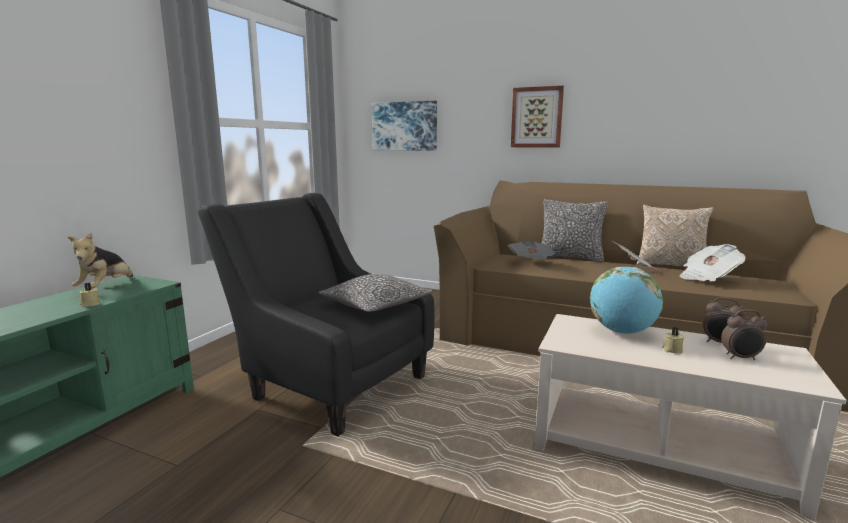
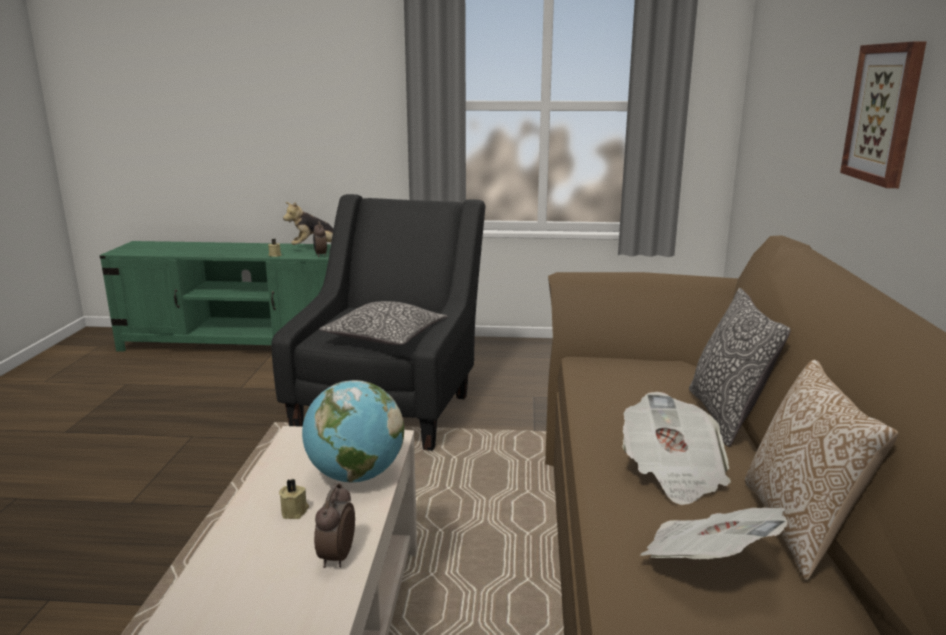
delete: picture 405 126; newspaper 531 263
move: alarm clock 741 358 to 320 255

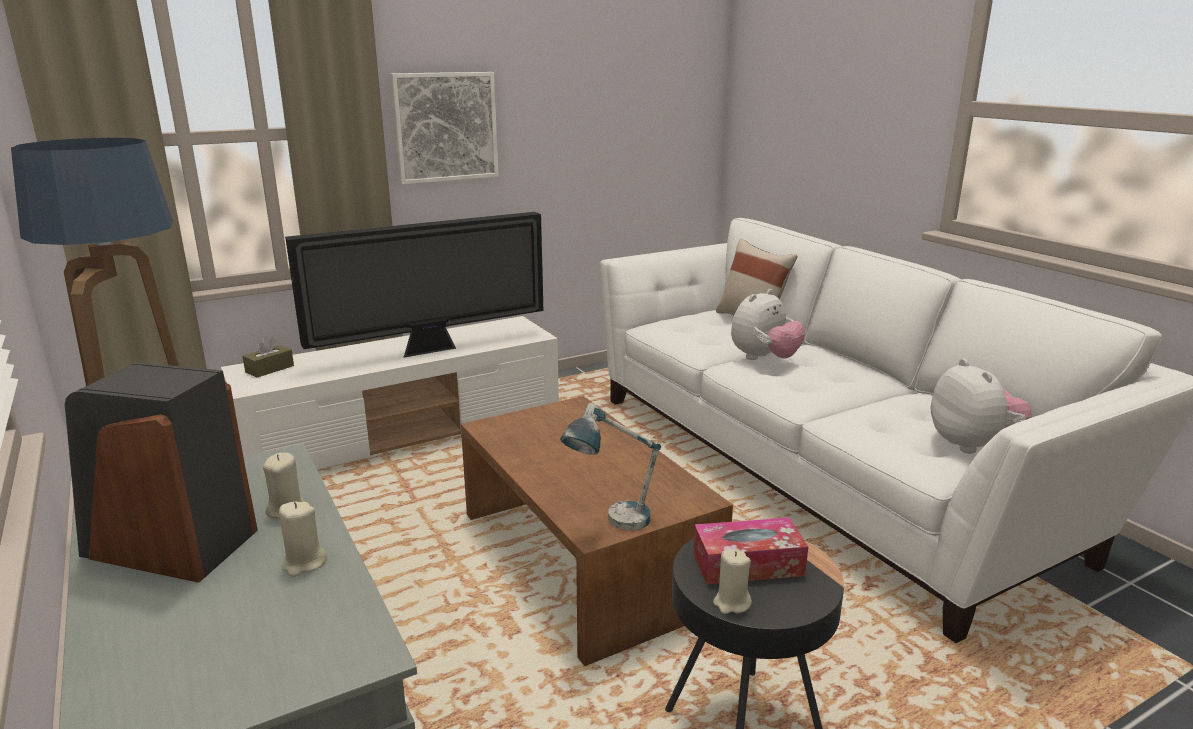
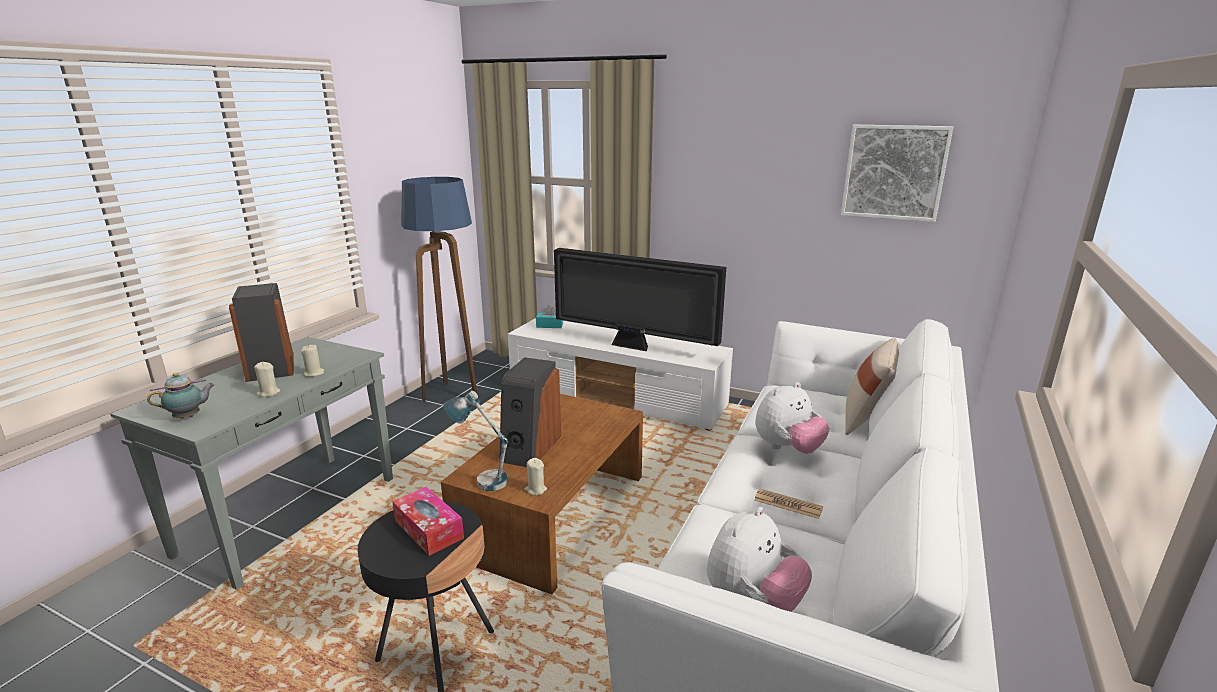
insert: teapot 189 417; speaker 530 447; newspaper 788 504
move: picture 445 127 to 894 172; beige candle 731 603 to 535 489
recolor: brown tissue box 269 369 to turquoise tissue box 549 325
rotate: plush toy 764 359 = 787 448 45 degrees counterclockwise

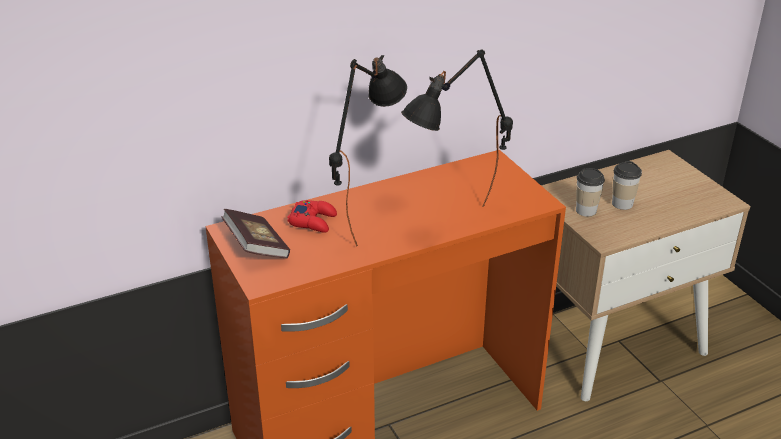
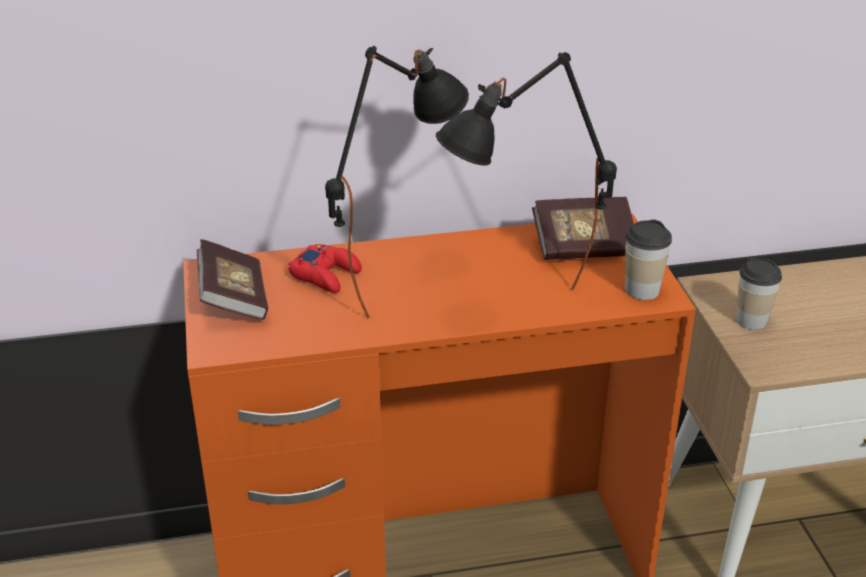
insert: book 584 247
move: cup 622 204 to 642 290

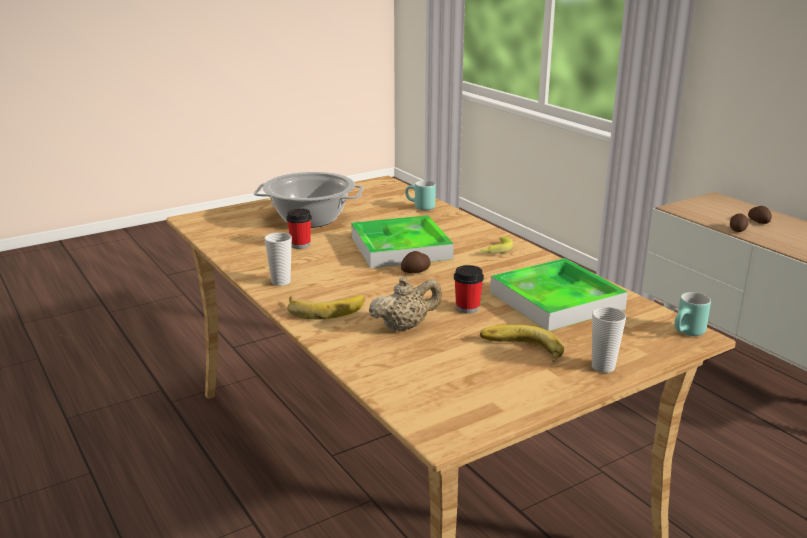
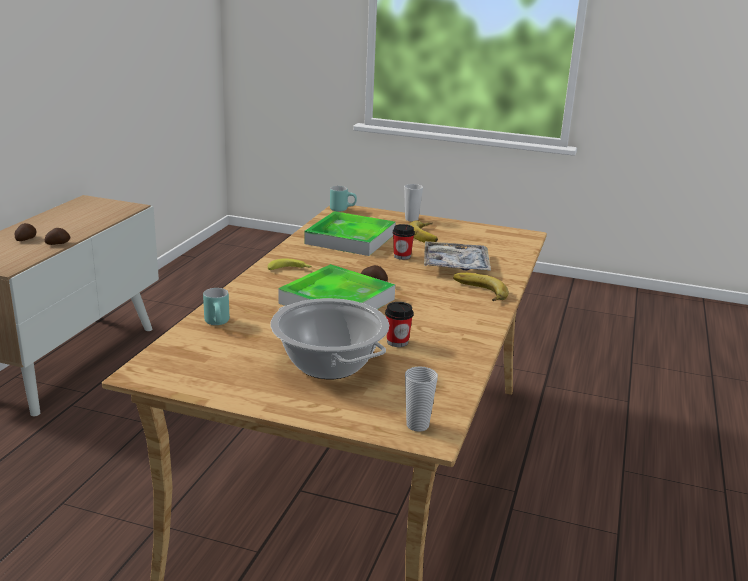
move: cup 281 282 to 417 425
replace: beige teapot 405 327 to tray 455 265

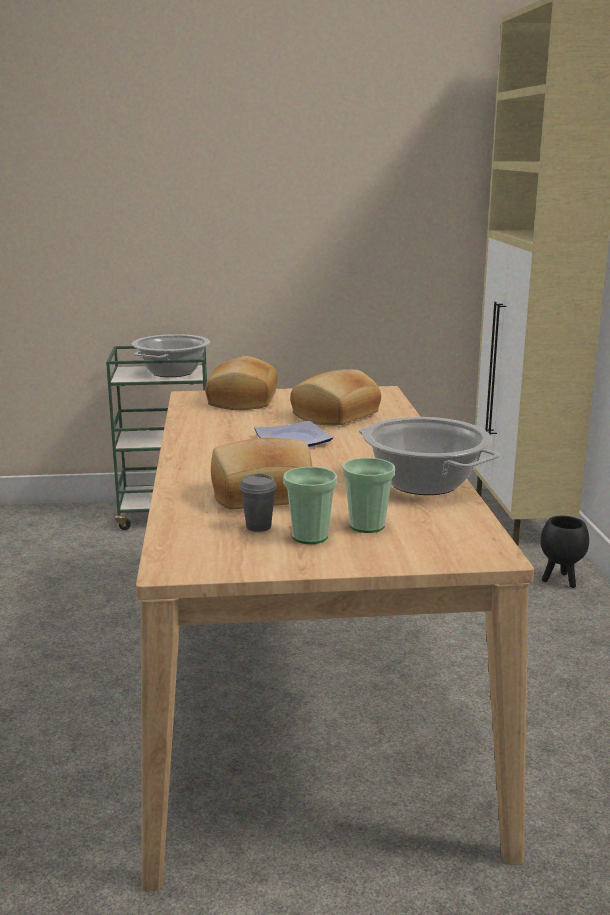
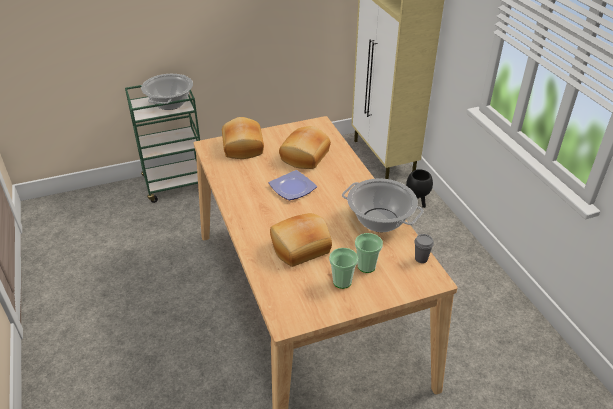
move: grey cup 258 526 to 421 258

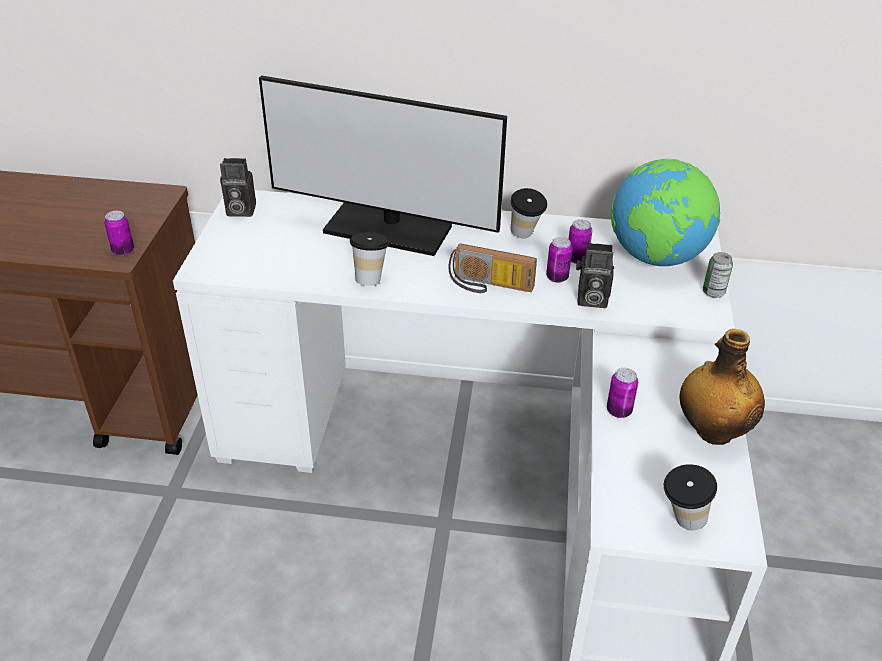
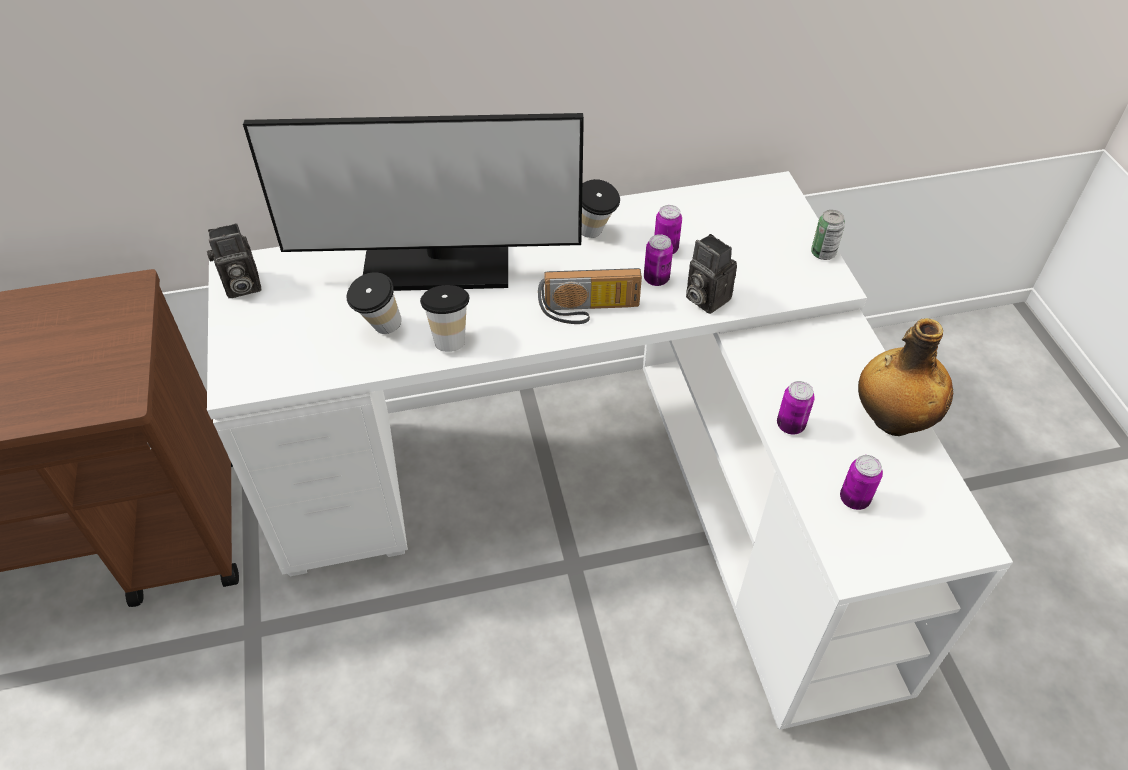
delete: globe 656 258
move: can 123 251 to 854 499; cup 681 522 to 379 329
rotate: photo camera 590 299 = 704 298 60 degrees clockwise

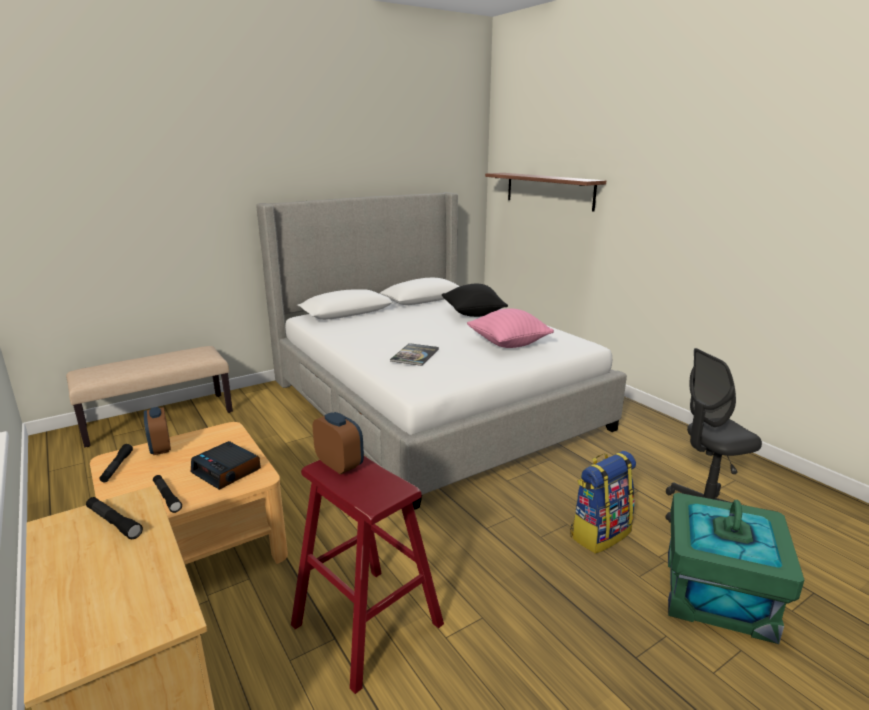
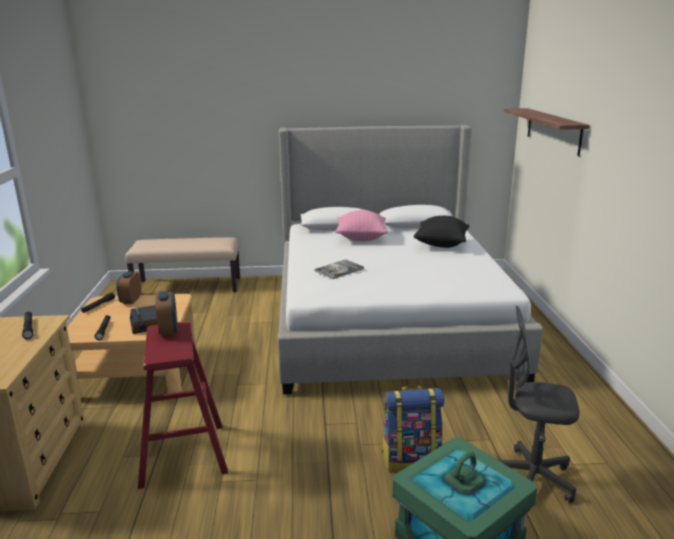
move: pink pillow 508 344 to 361 238

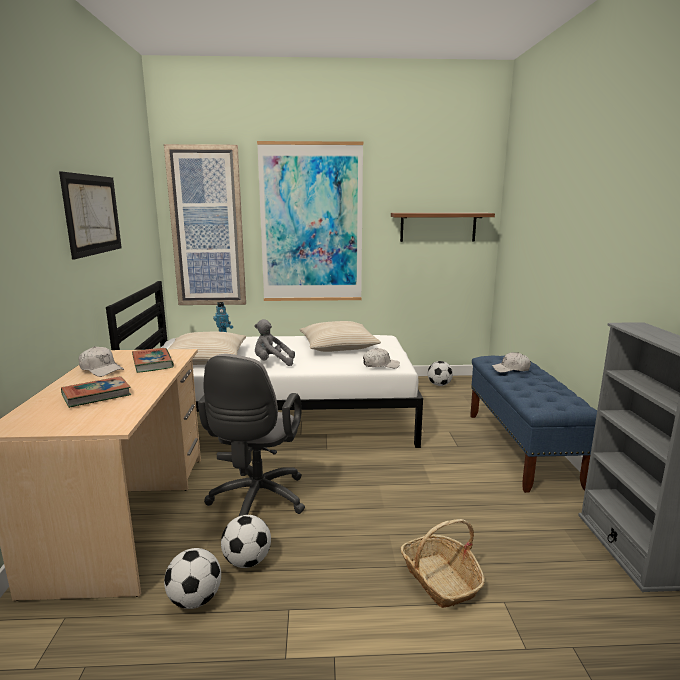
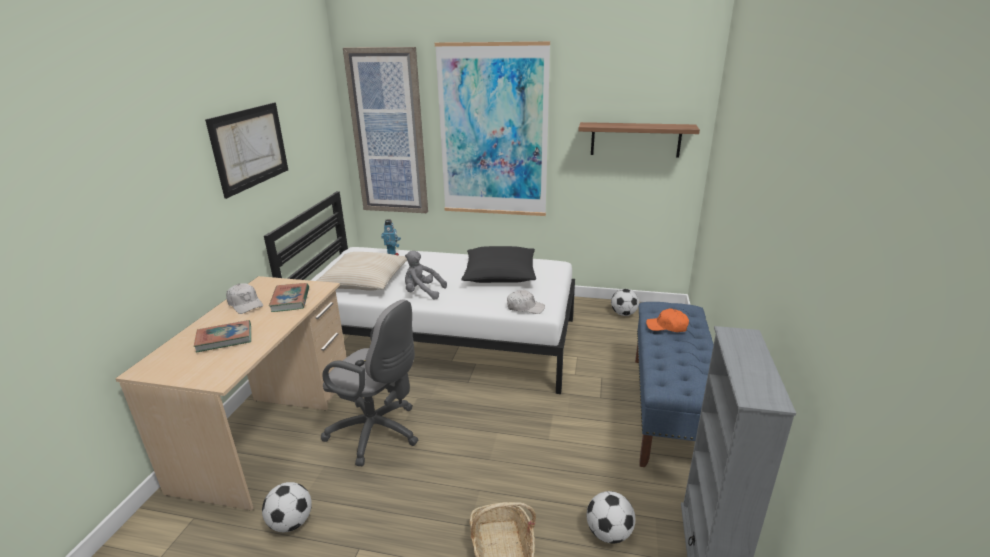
move: football 247 561 to 608 533
recolor: beige pillow 338 346 to black pillow 500 274; white cap 511 369 to orange cap 667 327
rotate: grey office chair 256 502 = 378 433 90 degrees counterclockwise

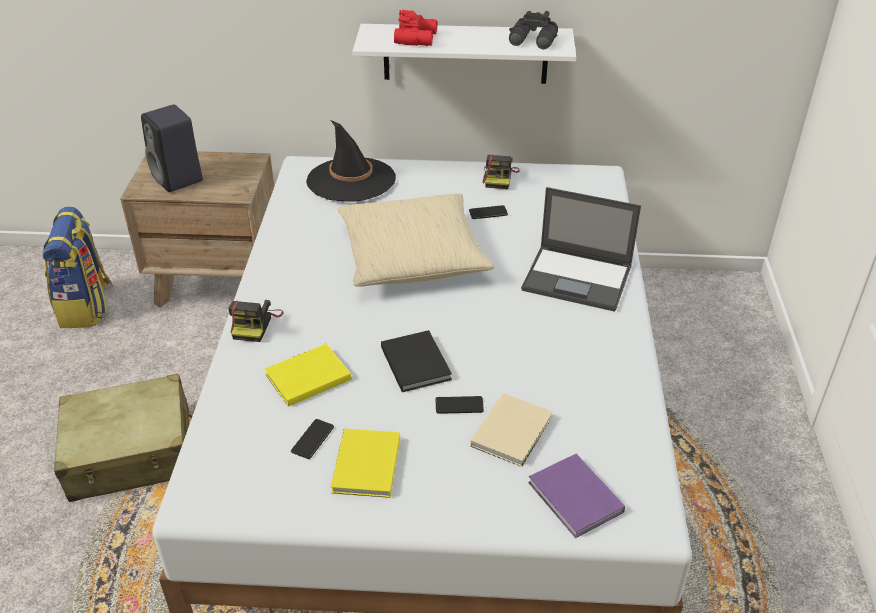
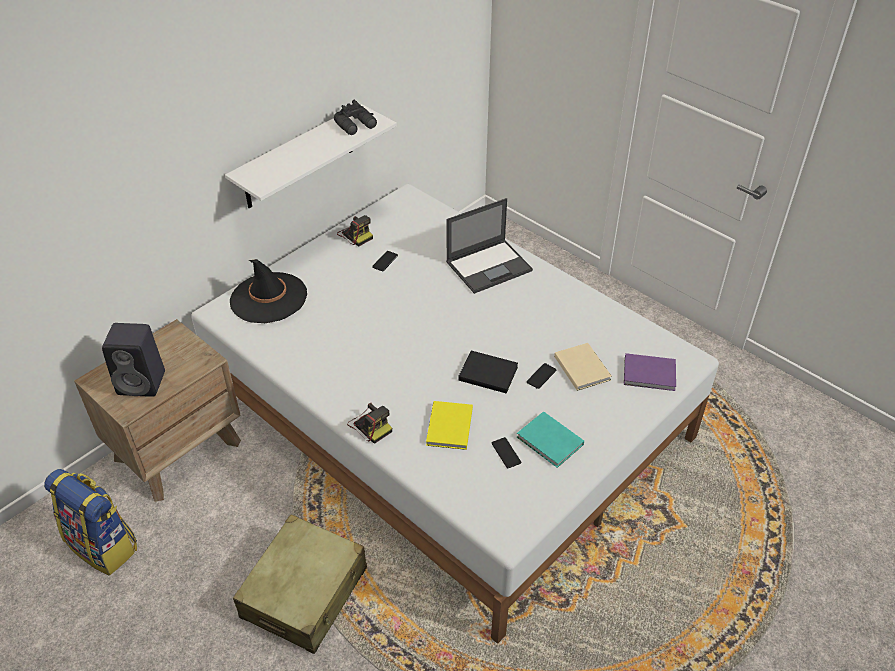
delete: beige pillow 412 256; red binoculars 417 38
recolor: yellow book 365 467 to turquoise book 550 442

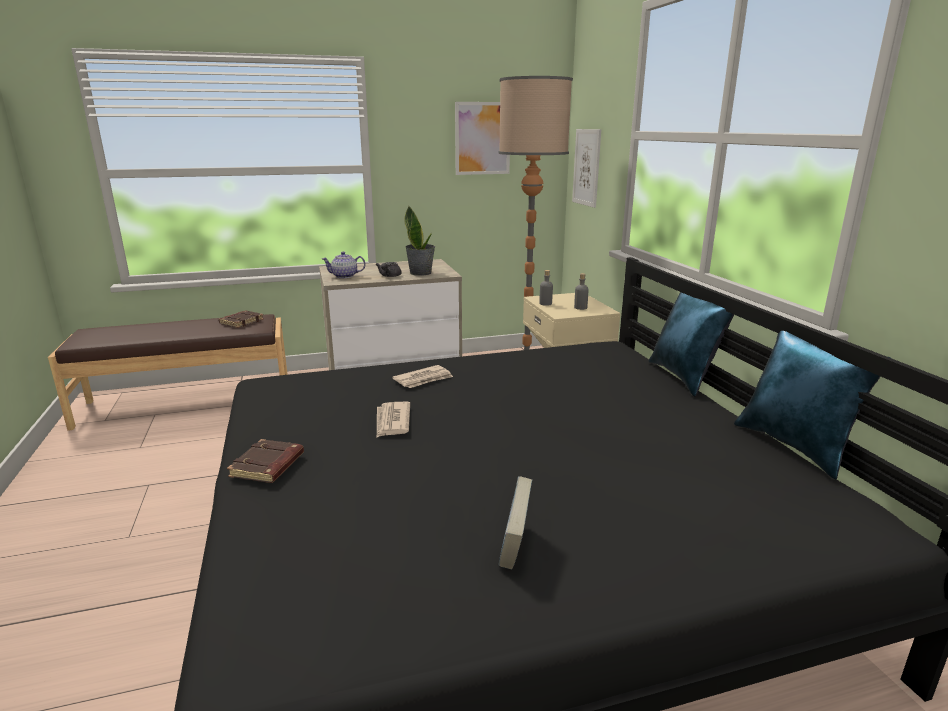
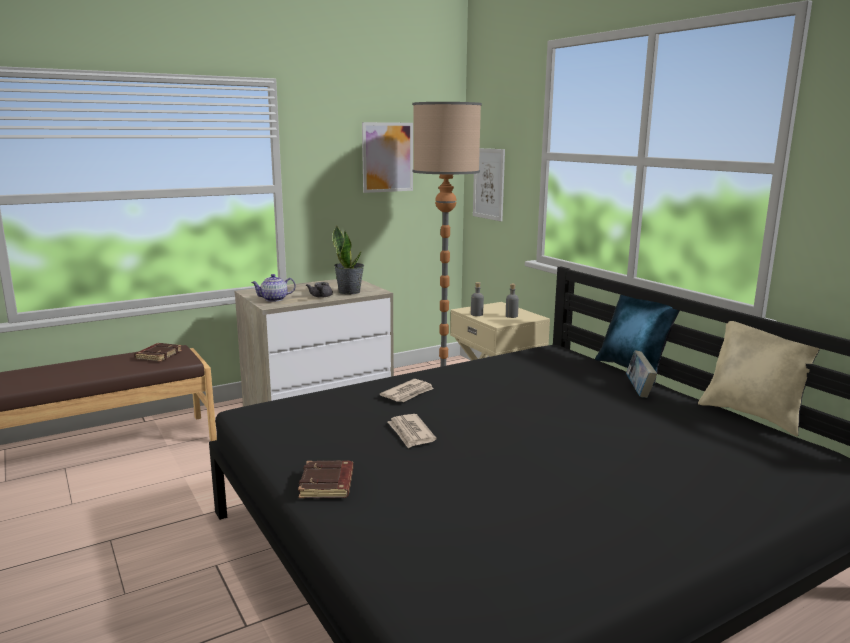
move: book 514 547 to 639 390
recolor: blue pillow 795 446 to beige pillow 753 416

